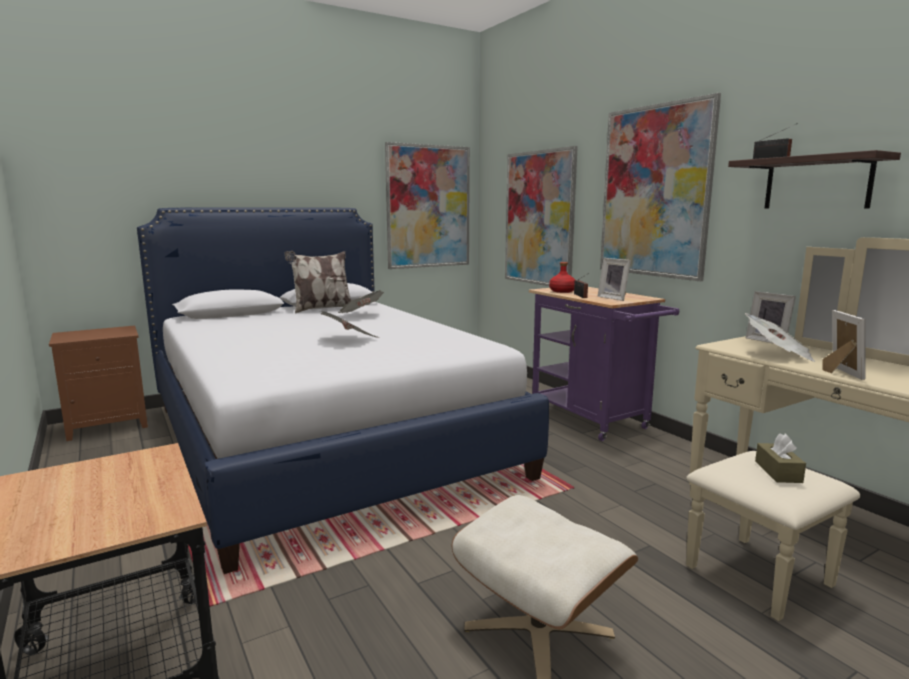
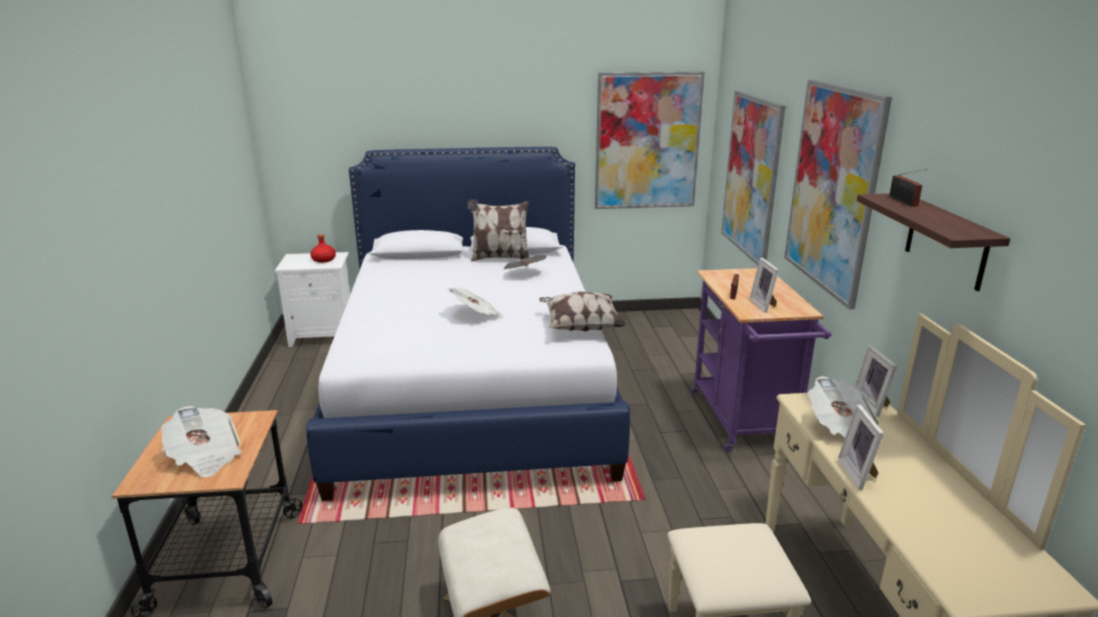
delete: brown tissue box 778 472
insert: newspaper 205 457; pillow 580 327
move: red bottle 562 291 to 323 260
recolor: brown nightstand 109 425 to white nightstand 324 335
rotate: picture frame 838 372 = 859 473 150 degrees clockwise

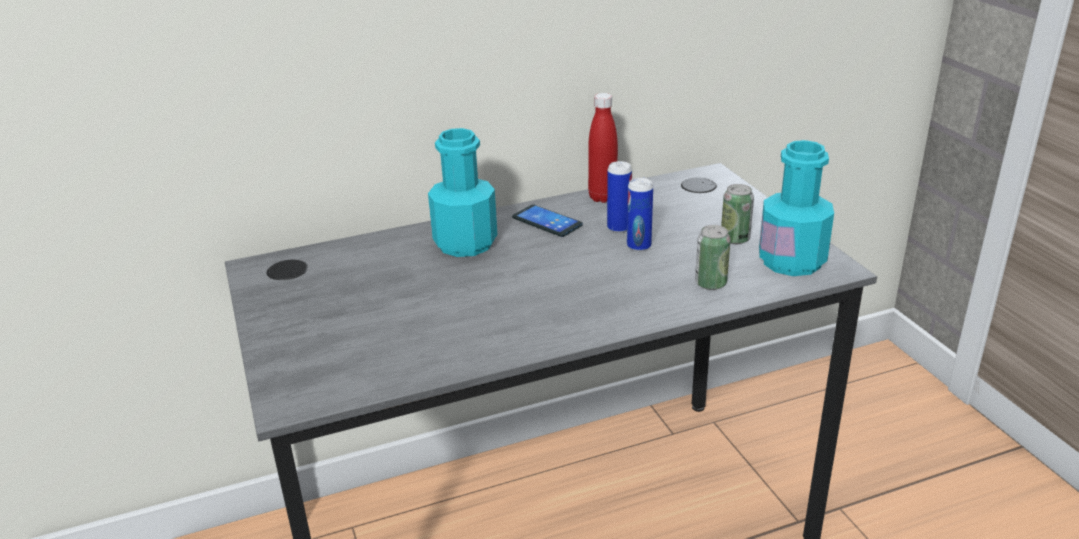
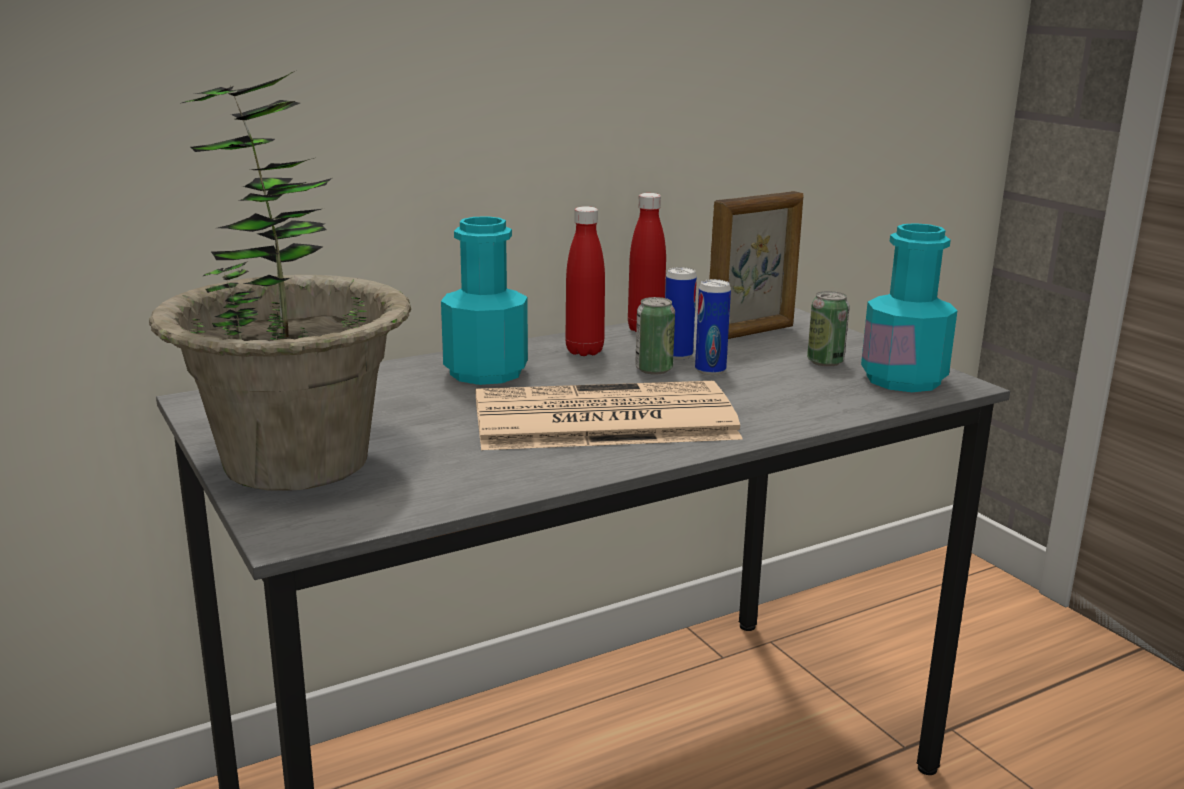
insert: potted plant 296 461; newspaper 600 420; picture frame 751 333
move: can 710 283 to 654 369
replace: phone 547 221 to red bottle 584 351

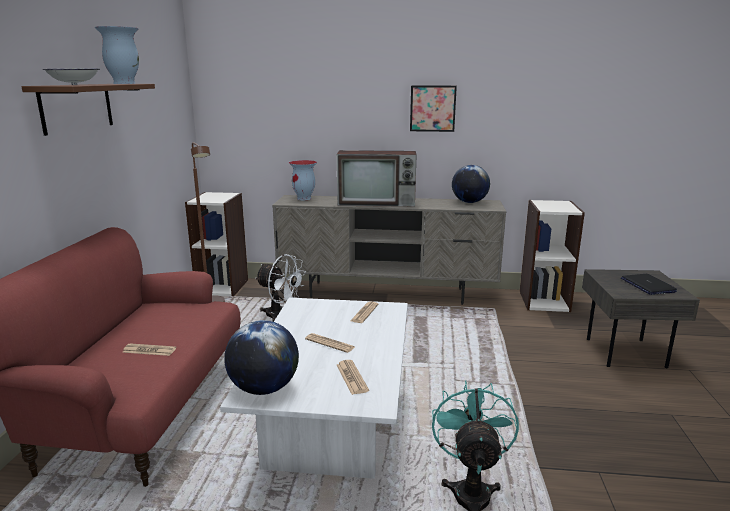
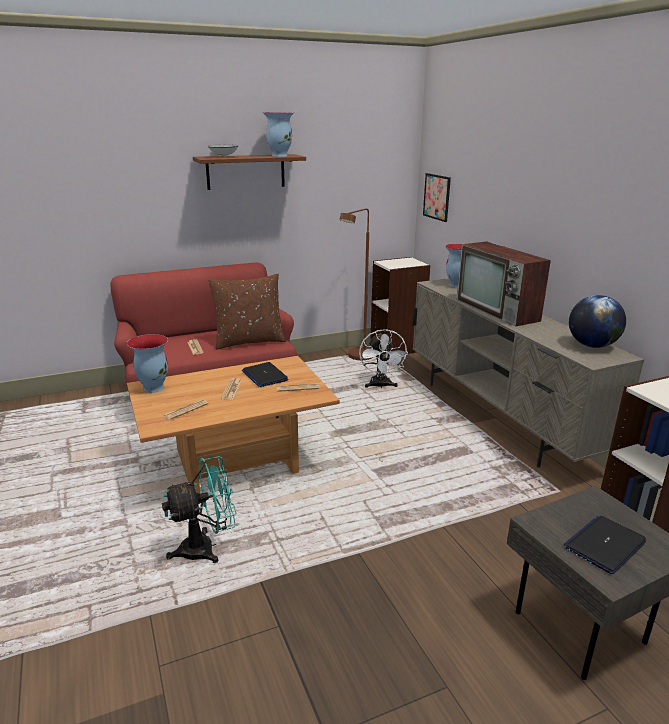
insert: brown pillow 249 341; laptop 264 375
move: picture 432 108 to 437 197
replace: globe 264 388 to vase 153 388
recolor: white coffee table 333 433 to brown coffee table 235 464

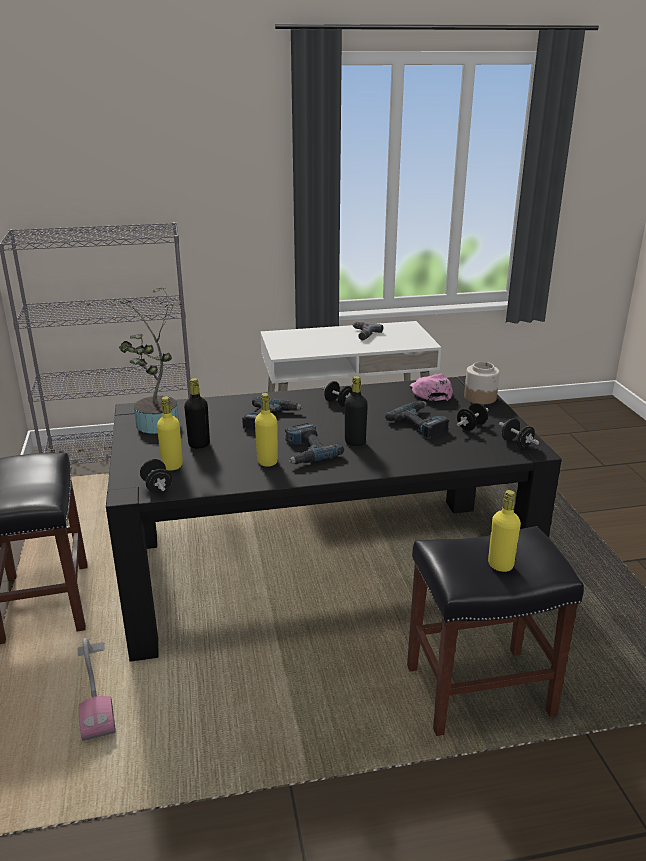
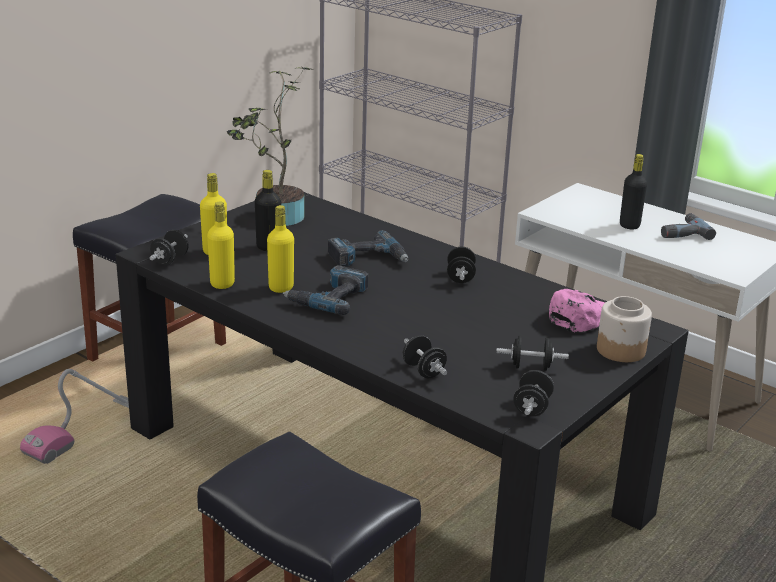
delete: power drill 421 423
insert: black dumbbell 423 371
move: black bottle 355 442 to 629 225; yellow bottle 500 565 to 222 284

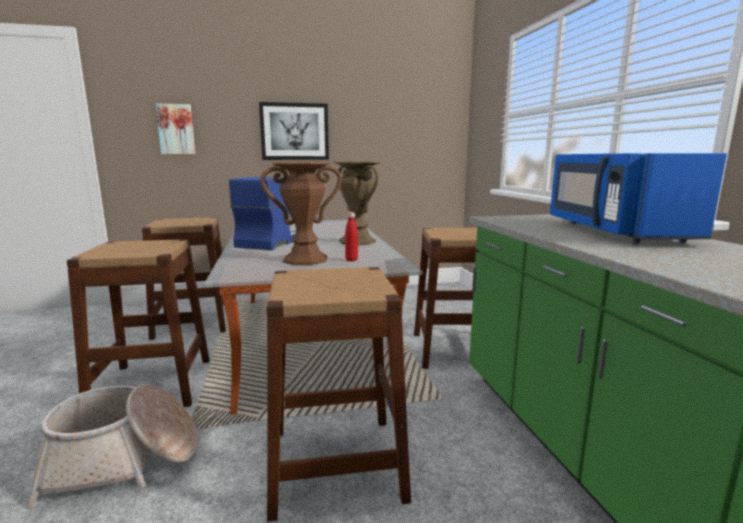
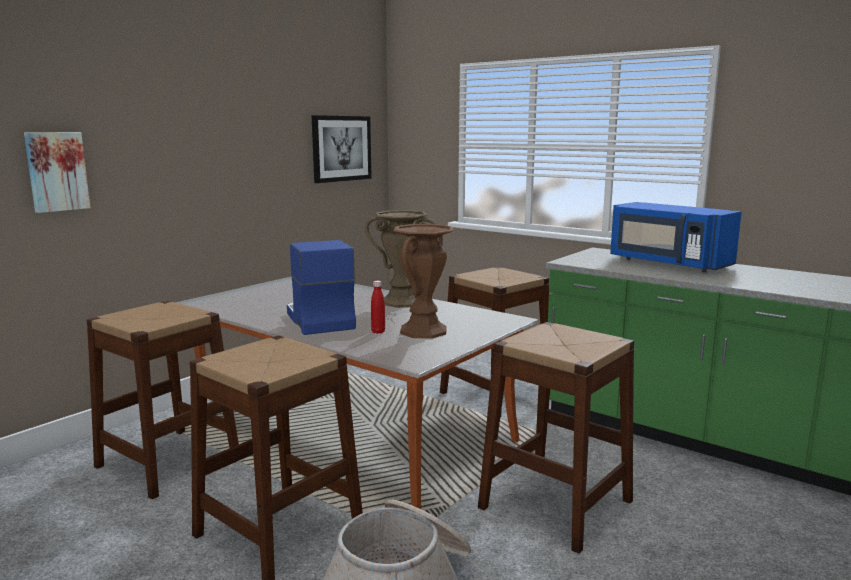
move: picture 294 131 to 341 148; red bottle 351 260 to 378 332

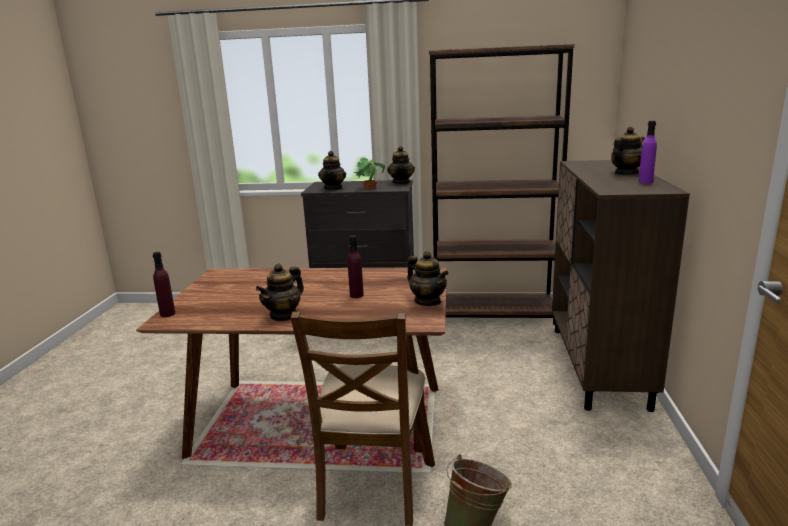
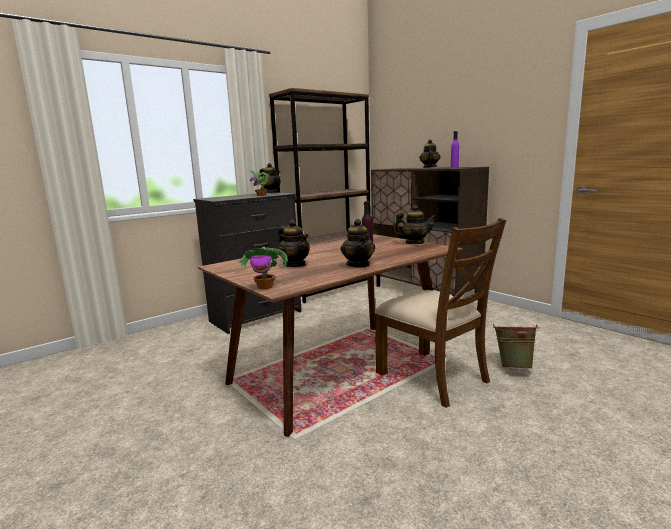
move: teapot 333 188 to 295 265
replace: purple bottle 167 314 to potted plant 265 287

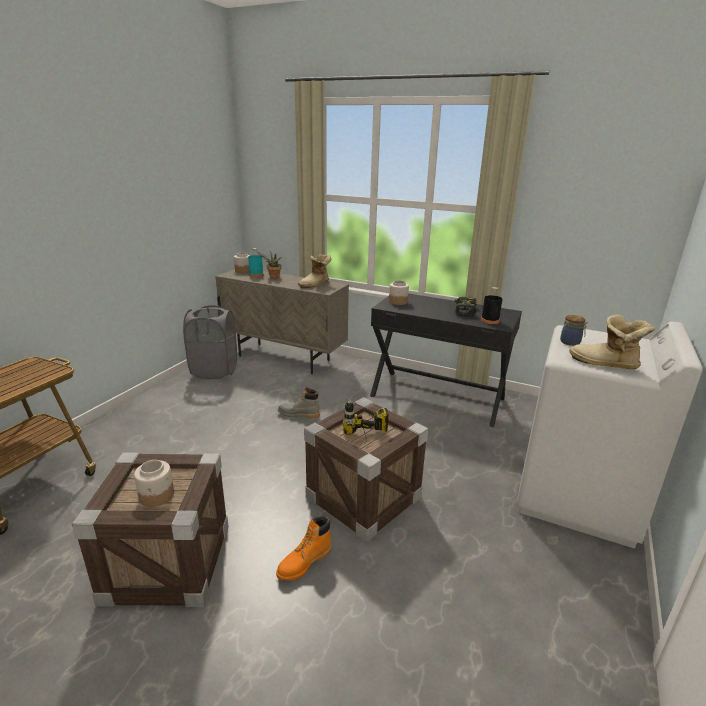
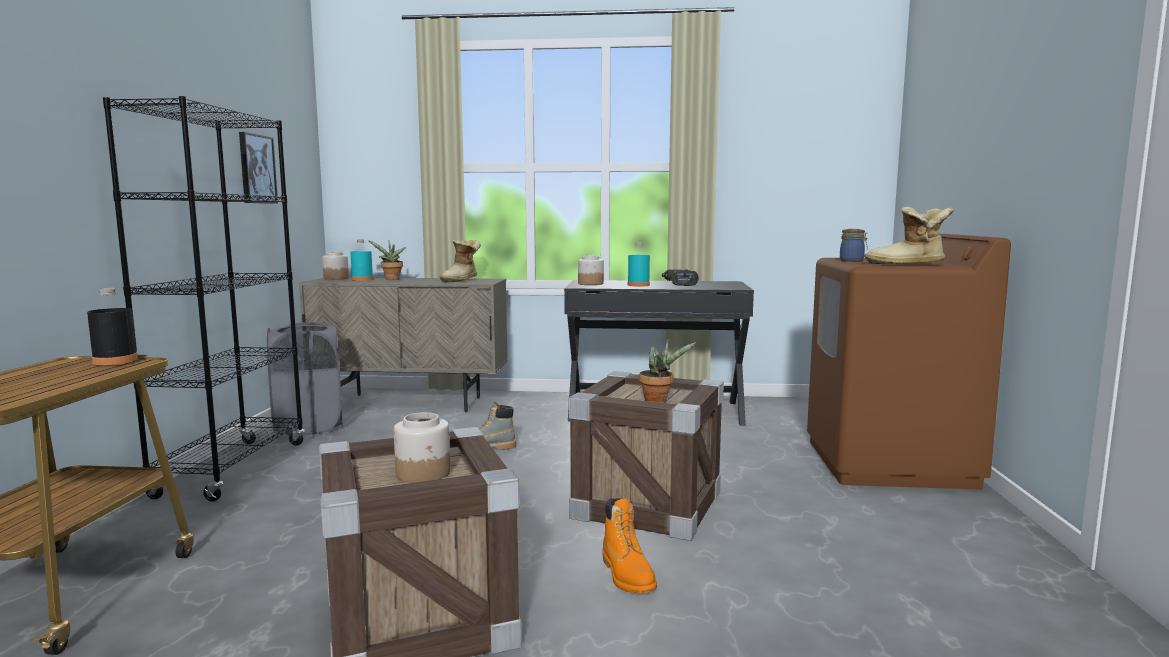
insert: black bookcase 233 469; picture 256 169; turquoise bottle 638 285
move: black bottle 490 320 to 115 361
replace: power drill 366 441 to potted plant 659 401
recolor: white washing machine 577 497 to brown washing machine 889 463
rotate: orange boot 304 563 = 627 575 45 degrees counterclockwise

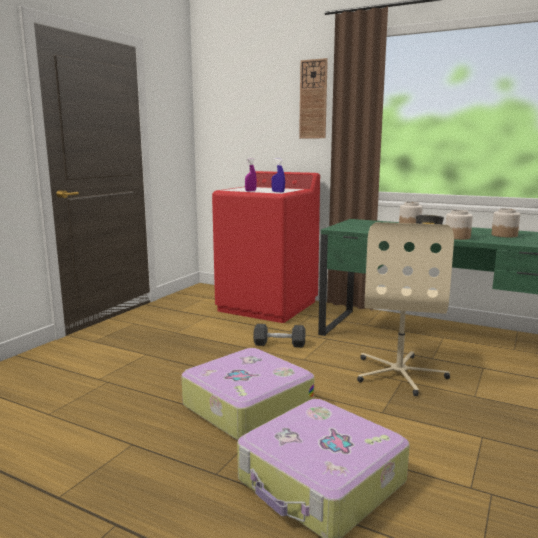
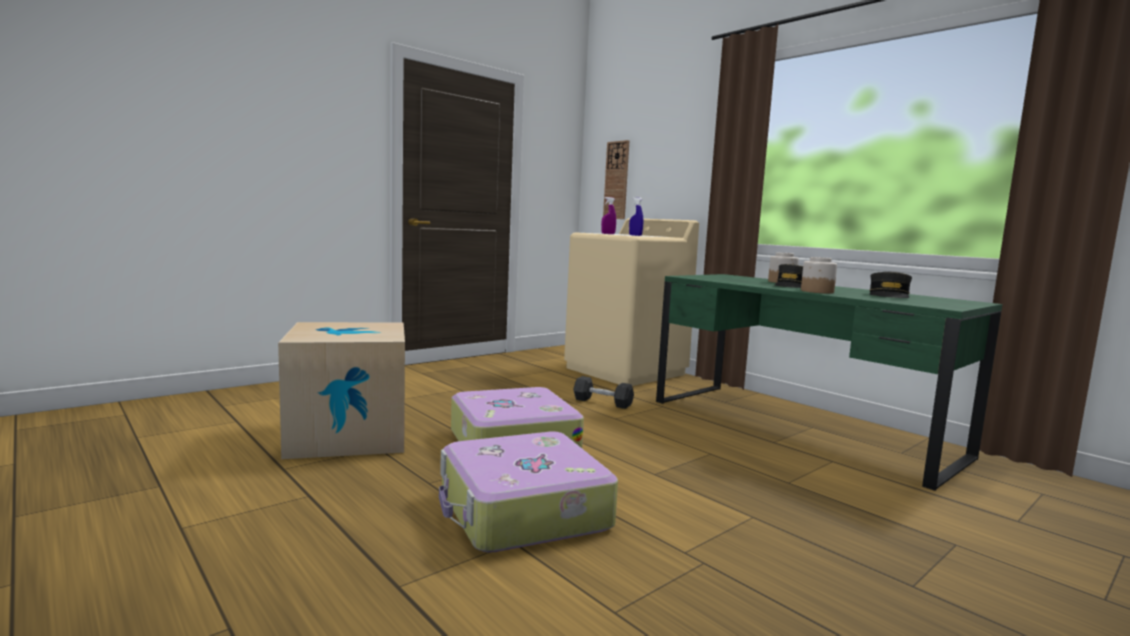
delete: beige office chair 399 373
insert: cardboard box 348 435
move: wall clock 313 99 to 616 180
replace: jar 504 235 to grey cap 889 295
recolor: red washing machine 268 306 to beige washing machine 625 371

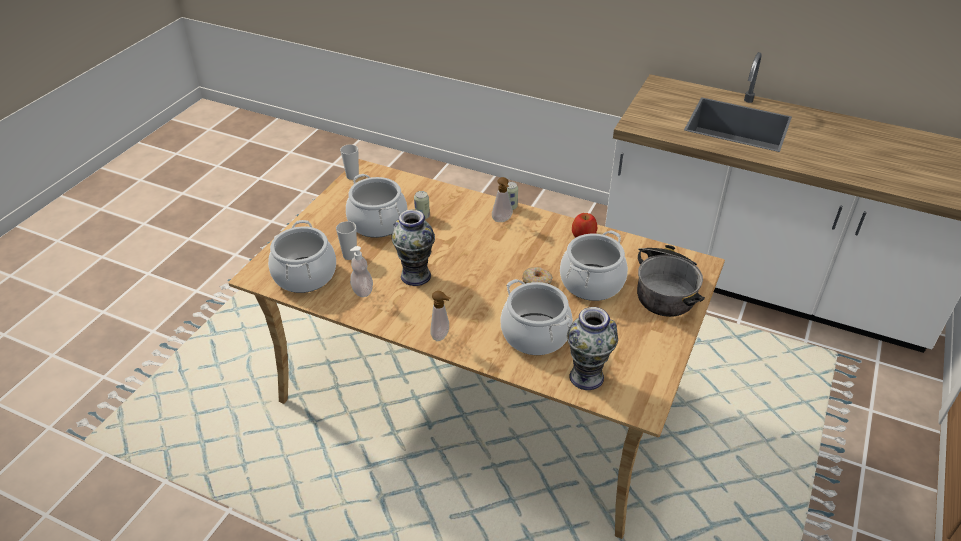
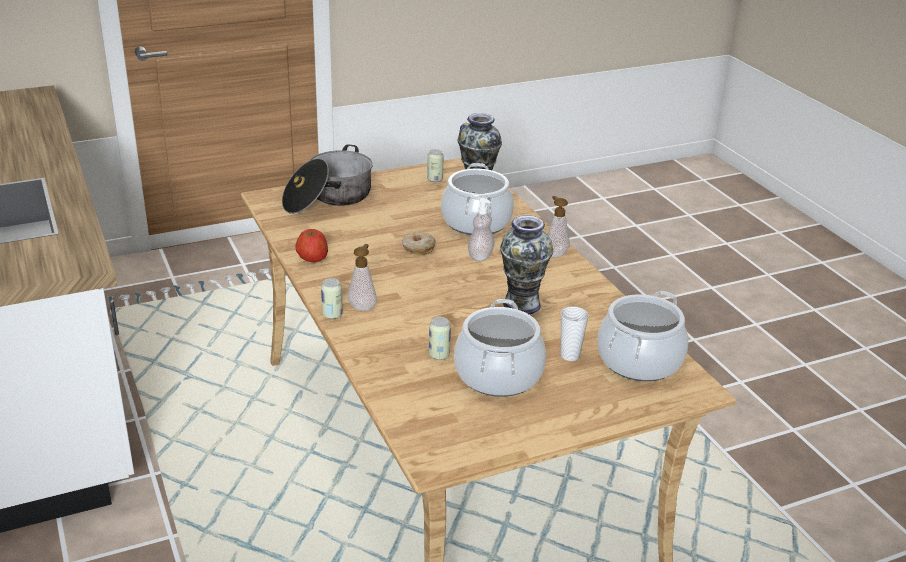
delete: cup 352 176; cooking pot 592 283
insert: can 434 179
move: soap dispenser 362 291 to 480 256

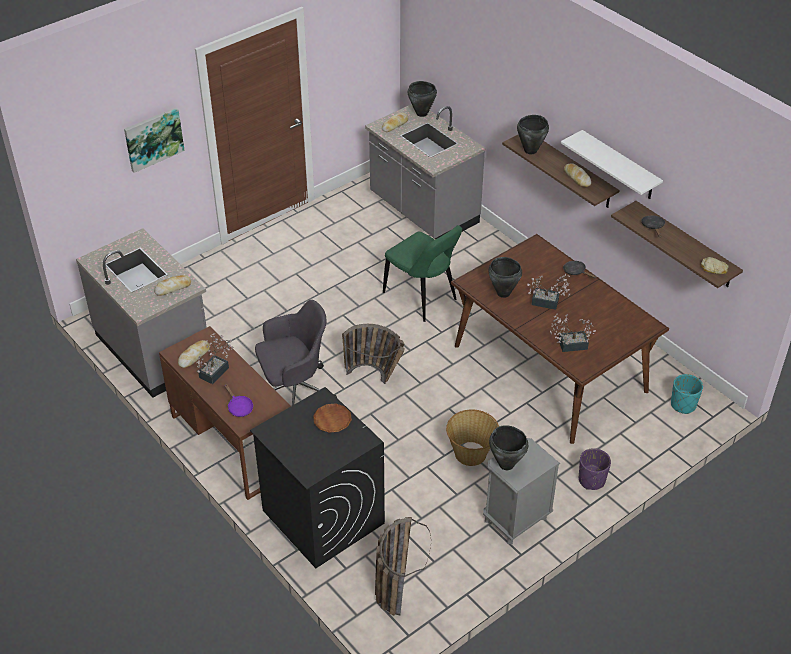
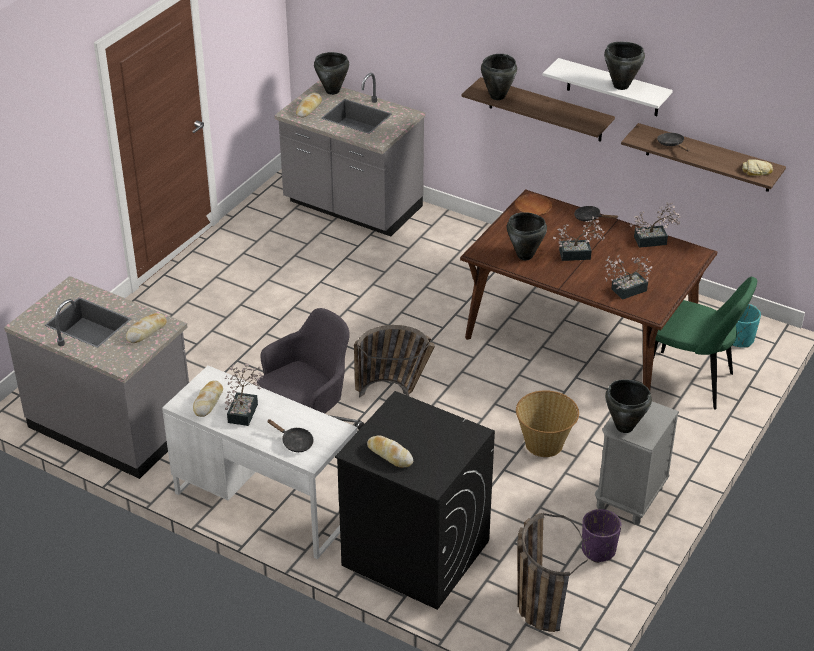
delete: picture 153 139
insert: black cooking pot 620 85; potted plant 654 240
move: brown plate 332 420 to 533 207; green chair 422 298 to 692 382; bread 577 178 to 390 455; purple planter 591 480 to 598 550
recolor: brown desk 233 442 to white desk 265 502; purple frying pan 239 407 to black frying pan 294 442

